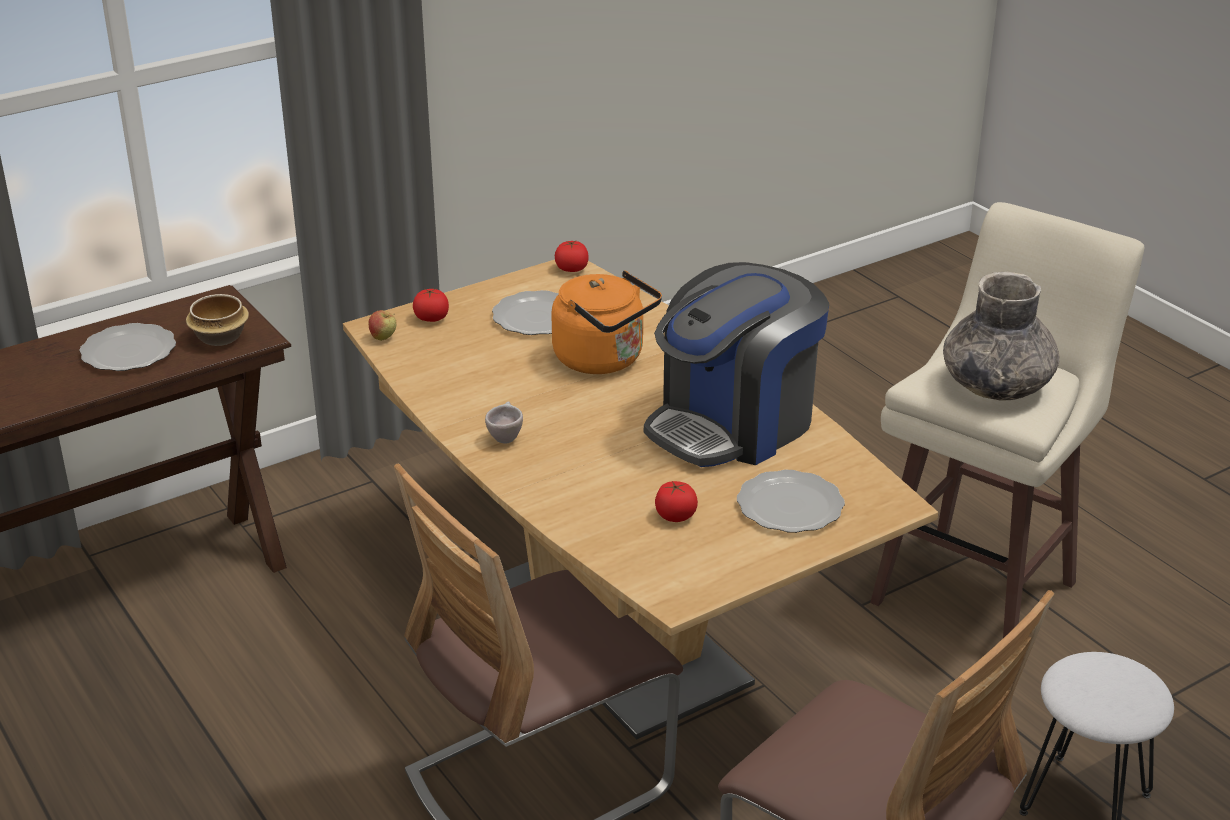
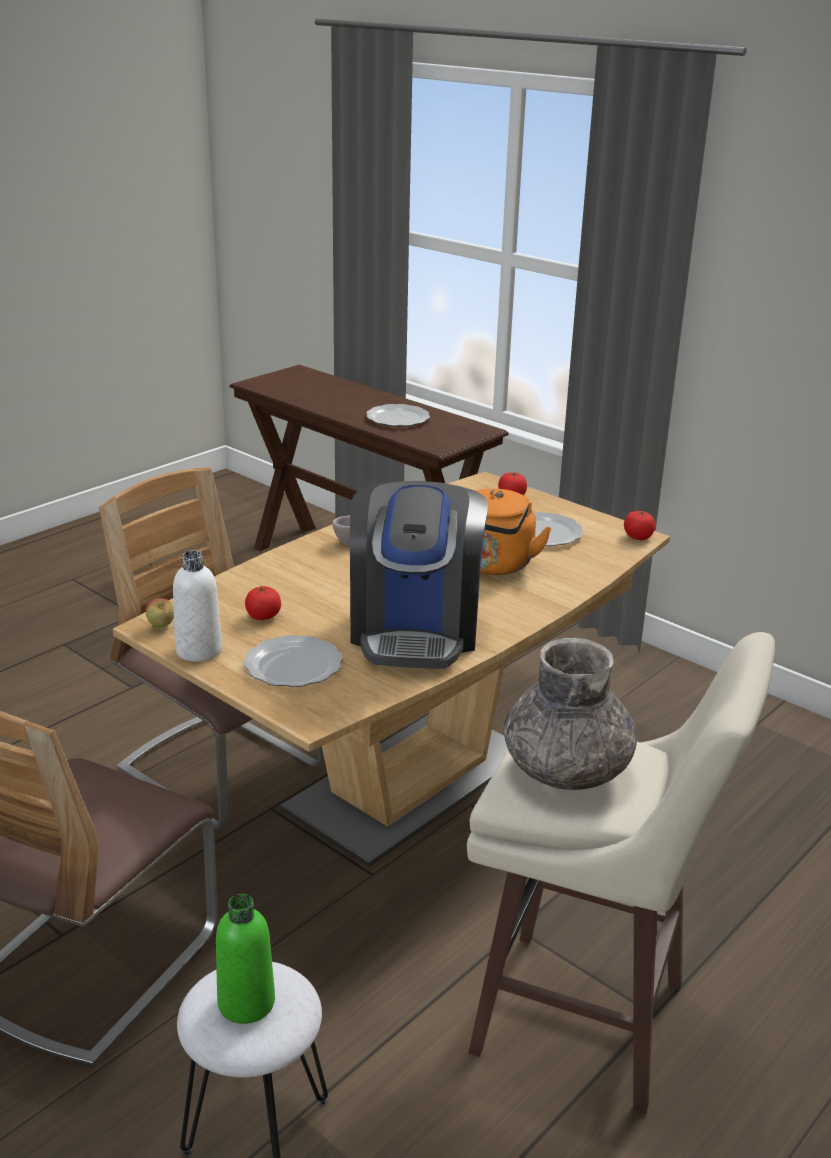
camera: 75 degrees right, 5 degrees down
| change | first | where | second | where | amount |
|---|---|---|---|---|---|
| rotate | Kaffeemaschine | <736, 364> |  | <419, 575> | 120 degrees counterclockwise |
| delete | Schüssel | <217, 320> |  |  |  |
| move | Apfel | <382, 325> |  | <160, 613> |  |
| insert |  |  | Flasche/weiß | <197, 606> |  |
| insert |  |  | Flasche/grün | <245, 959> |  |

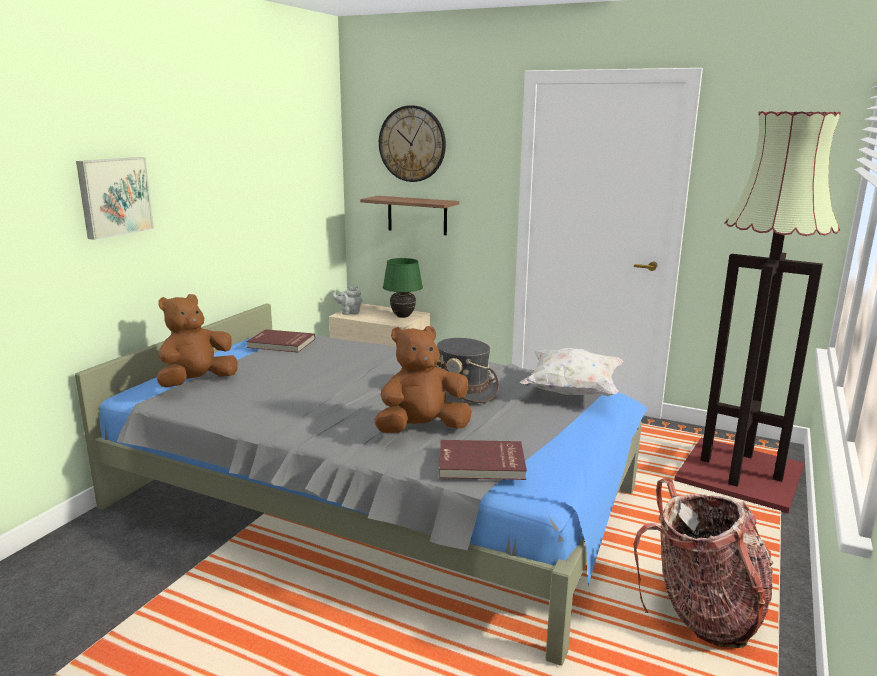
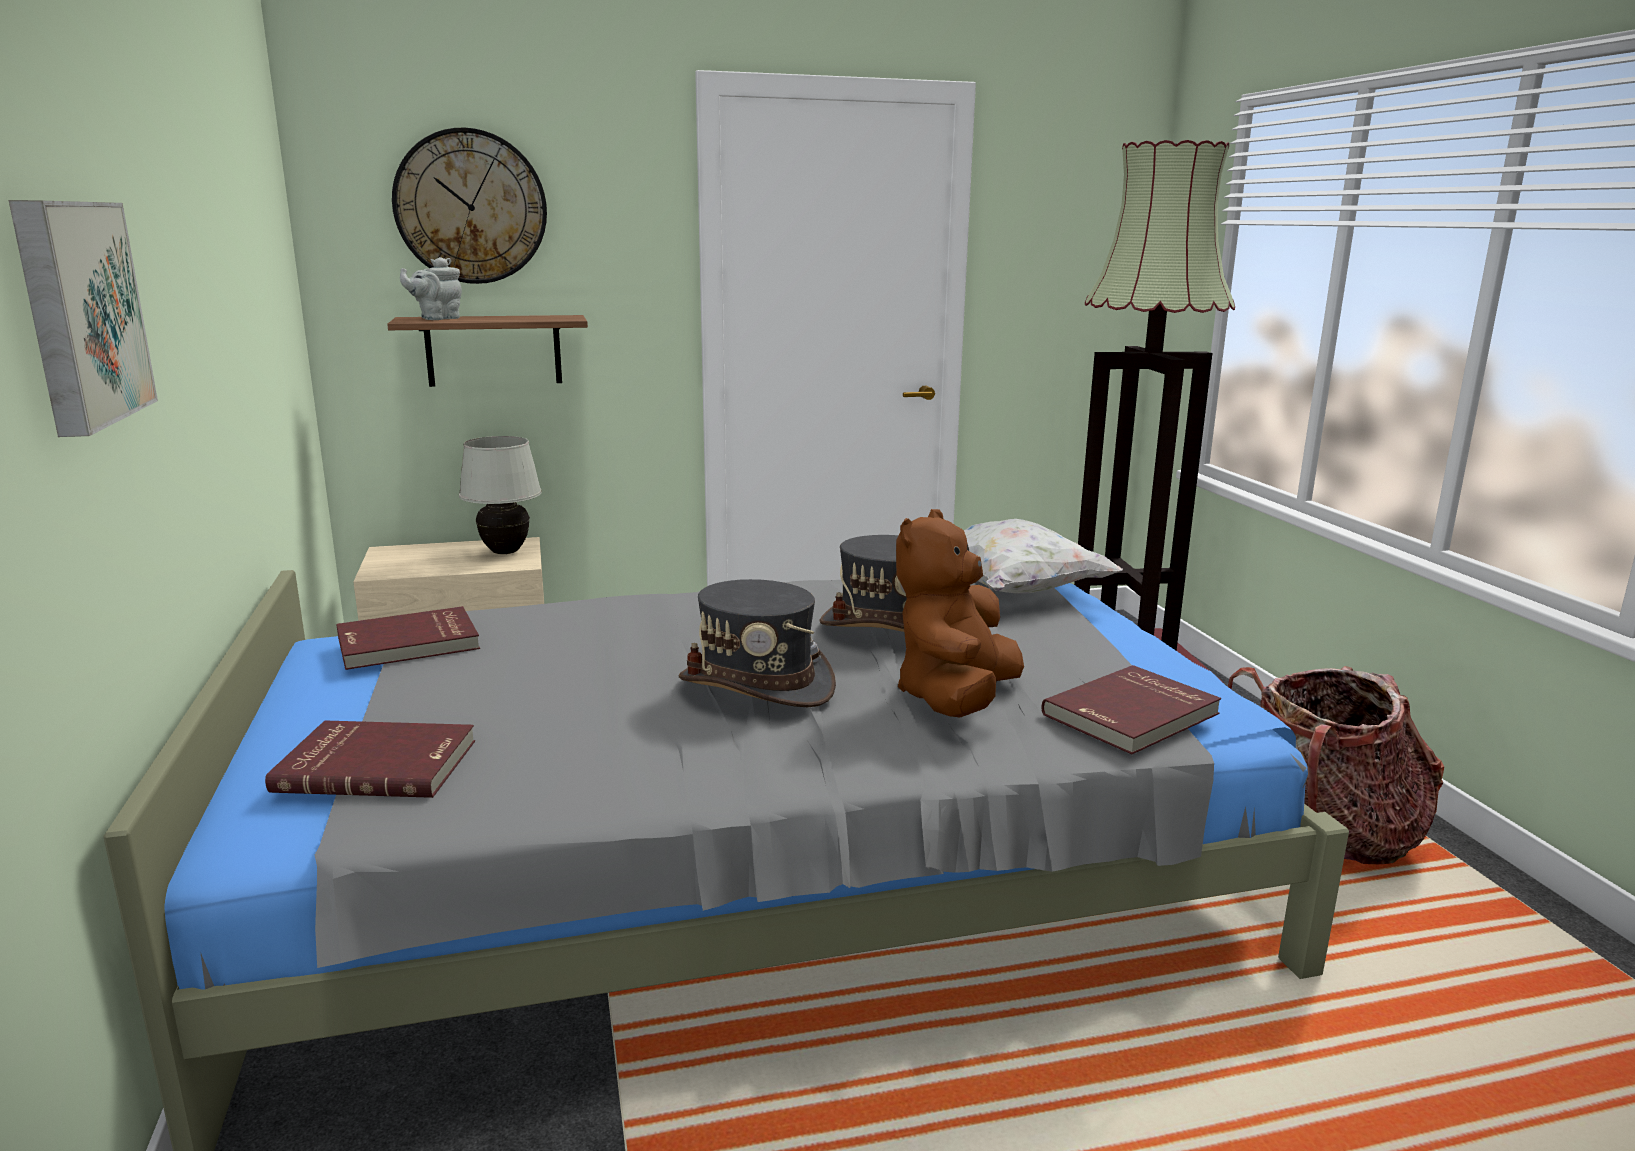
camera: 40 degrees left, 0 degrees up
| change | first | where | second | where | amount |
|---|---|---|---|---|---|
| recolor | Tischlampe/grün | <403, 288> | Tischlampe/weiß | <500, 495> |  |
| move | Teekanne/grau | <347, 300> |  | <431, 288> |  |
| replace | Plüschtier/braun | <197, 340> | Buch/rot | <370, 759> |  |
| insert |  |  | Hut/grau | <757, 643> |  |

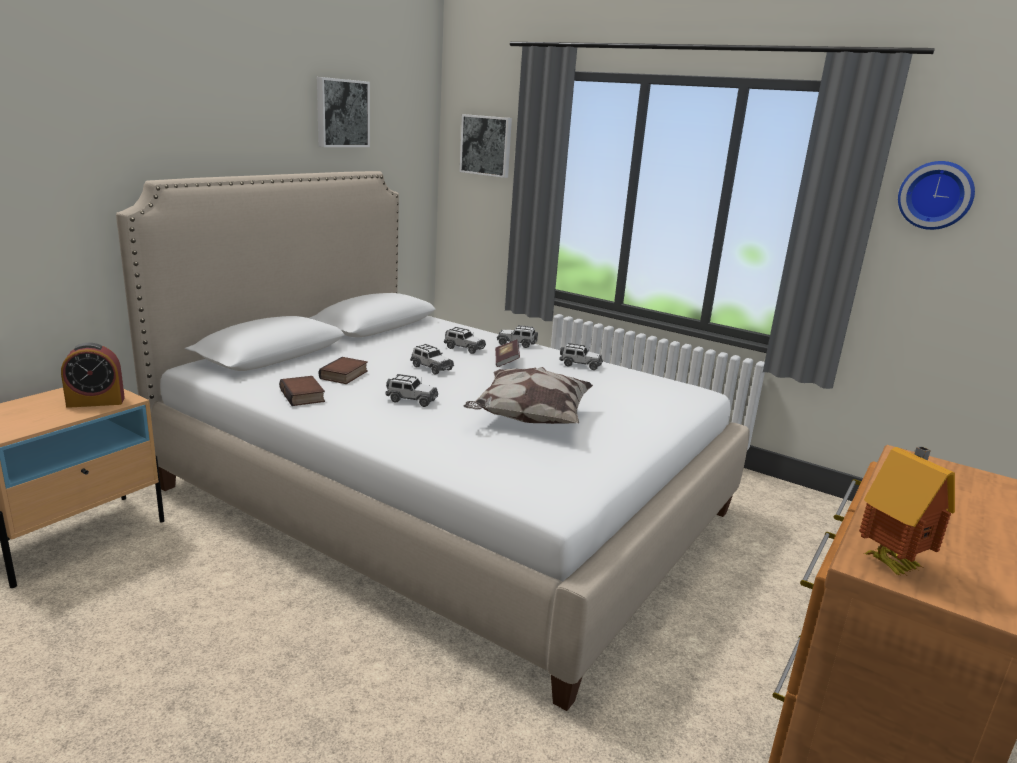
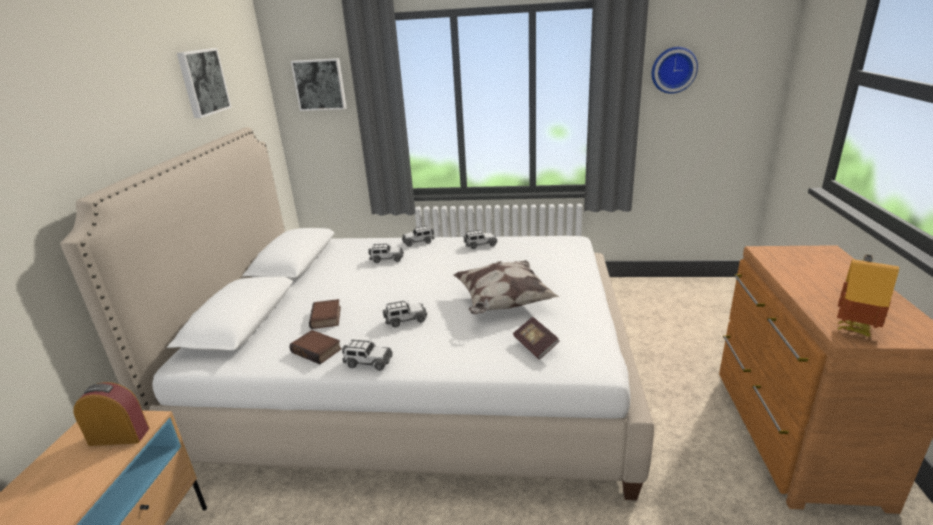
camera: 25 degrees left, 5 degrees up
| change | first | where | second | where | amount |
|---|---|---|---|---|---|
| move | Buch | <507, 353> |  | <536, 338> |  |
| rotate | Wecker | <93, 375> |  | <111, 414> | 135 degrees counterclockwise |
| move | Spielzeugauto | <432, 359> |  | <367, 355> |  |

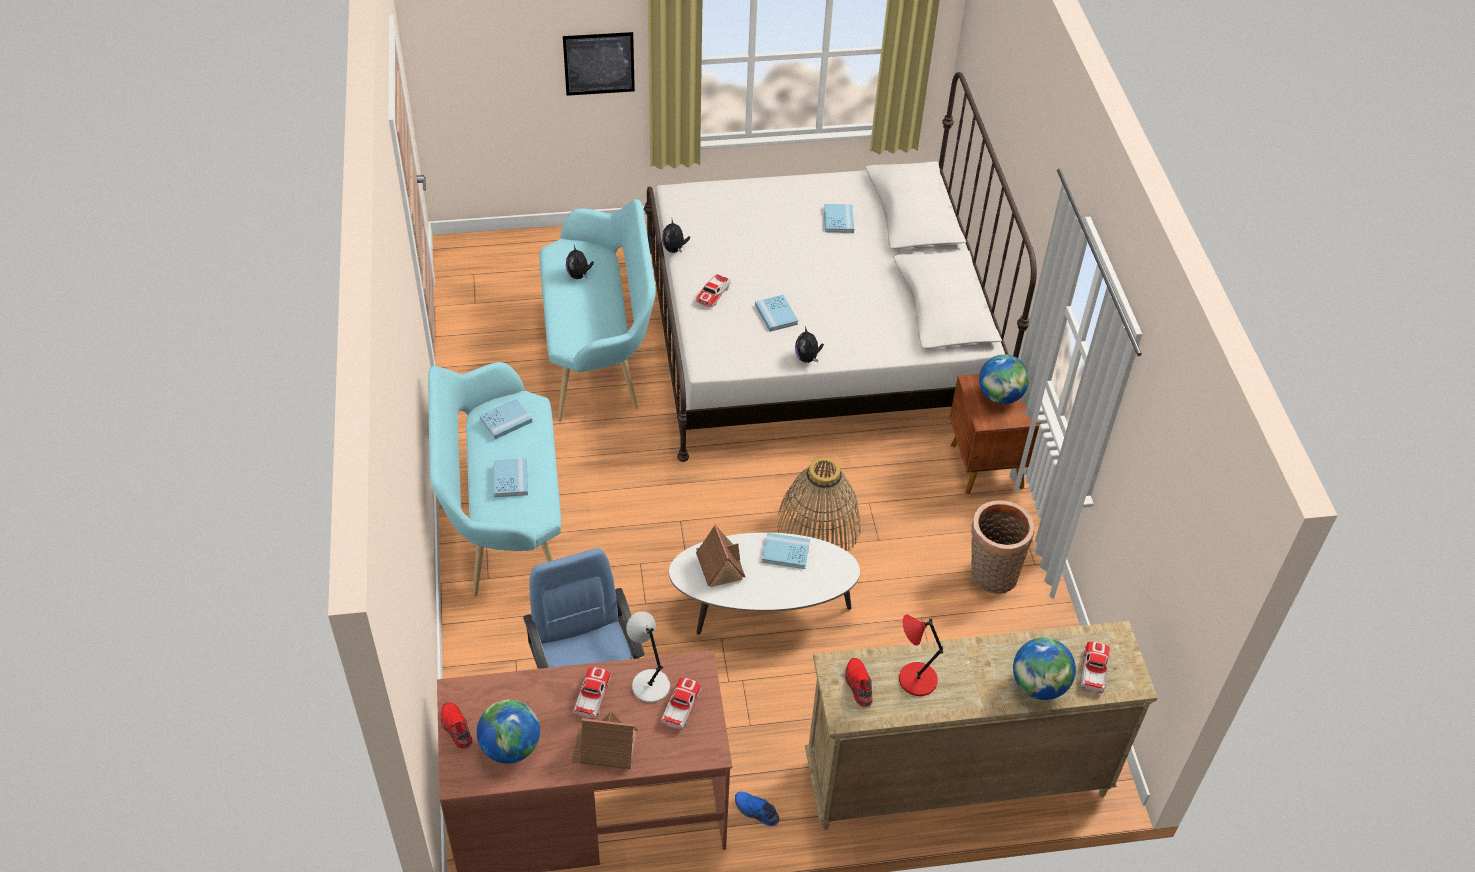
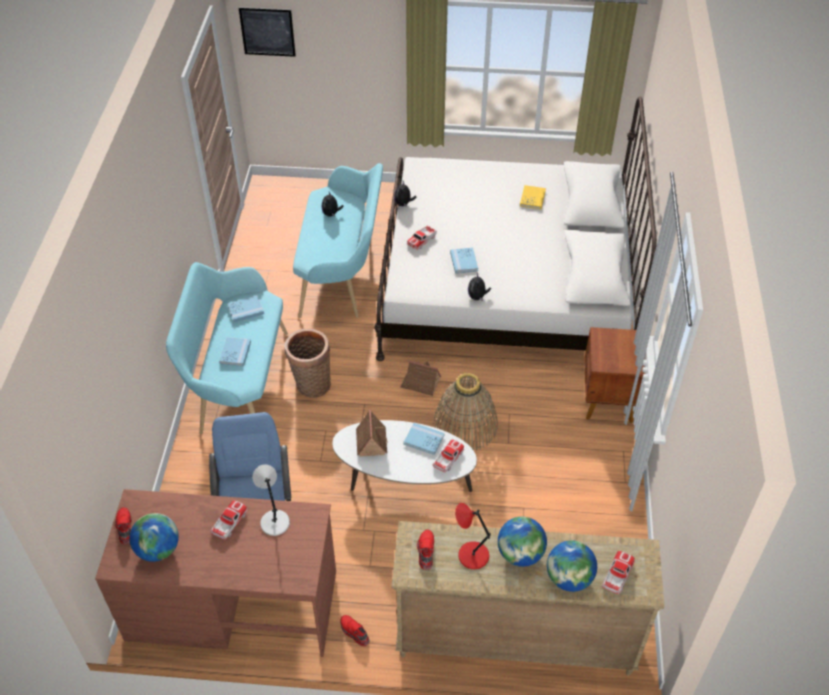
camera: 15 degrees right, 0 degrees up
| change | first | where | second | where | amount |
|---|---|---|---|---|---|
| move | Bild | <599, 64> |  | <267, 32> |  |
| recolor | Buch/blau | <839, 218> | Buch/gelb | <533, 197> |  |
| move | Globus | <1004, 379> |  | <522, 542> |  |
| move | Korb | <1002, 547> |  | <307, 363> |  |
| move | Spielzeugauto | <681, 703> |  | <448, 455> |  |
| move | Spielzeughaus | <604, 740> |  | <420, 378> |  |
| recolor | Schuh/blau | <757, 809> | Schuh/rot | <355, 630> |  |

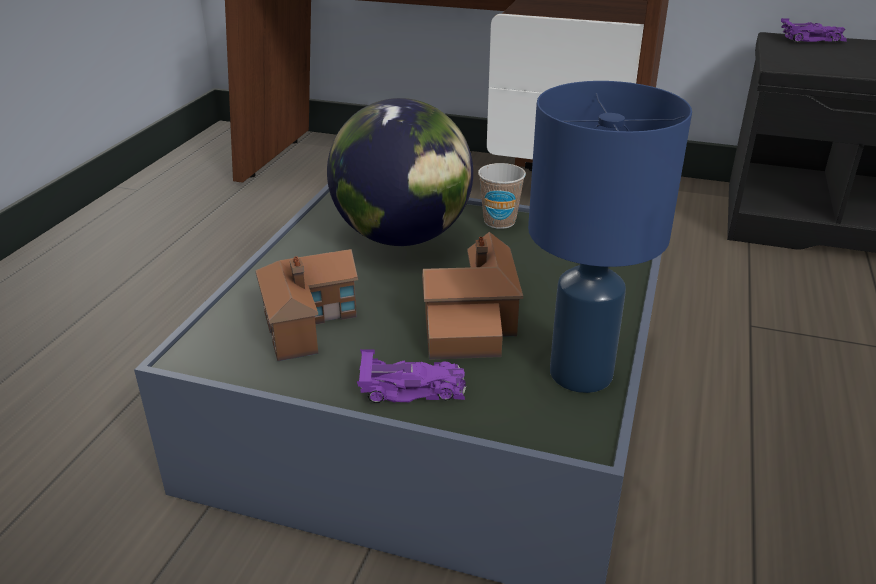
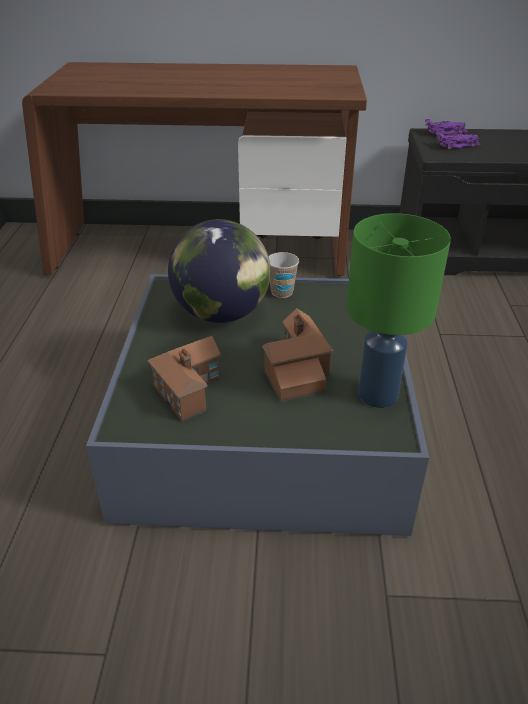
camera: 15 degrees left, 5 degrees up
| change | first | where | second | where | amount |
|---|---|---|---|---|---|
| recolor | Tischlampe/blau | <610, 237> | Tischlampe/grün | <398, 310> |  |
| move | Spielzeugauto/lila | <411, 376> |  | <458, 140> |  |

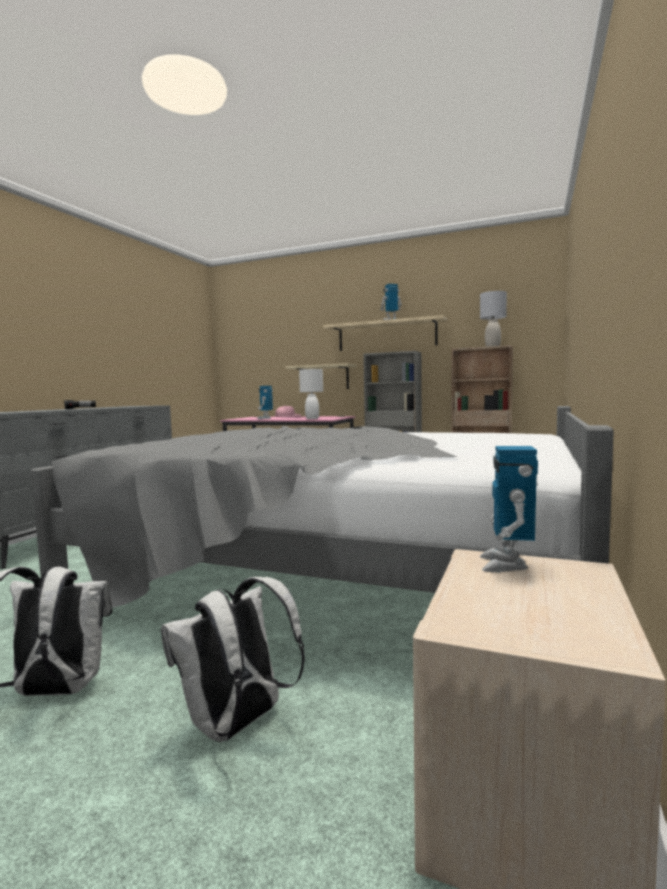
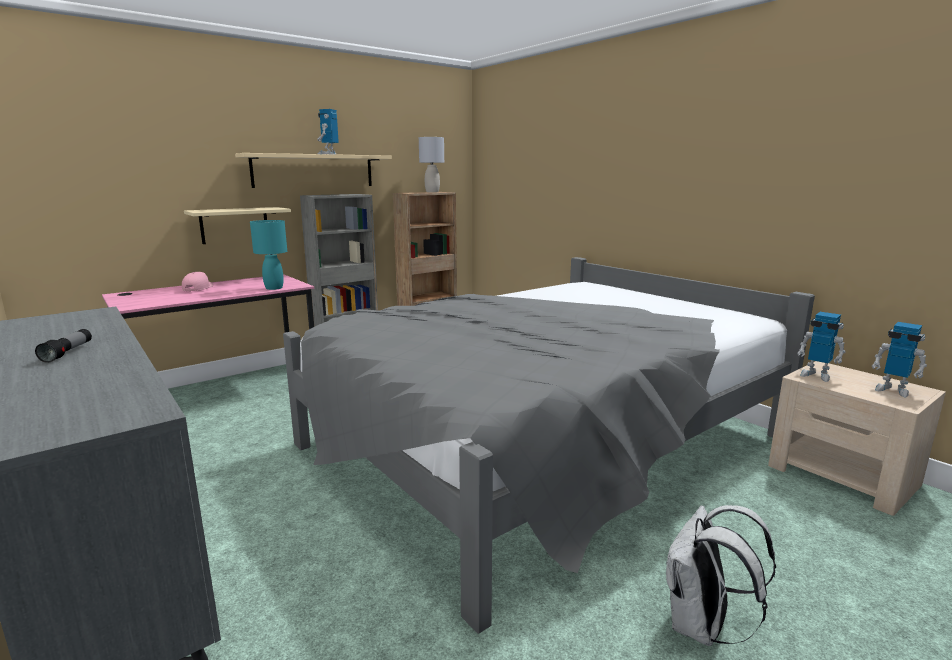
camera: 60 degrees left, 10 degrees up
| change | first | where | second | where | amount |
|---|---|---|---|---|---|
| recolor | Tischlampe/weiß | <311, 394> | Tischlampe/türkis | <268, 255> |  |
| move | Spielzeugroboter | <265, 402> |  | <899, 359> |  |
| delete | Rucksack/weiß | <233, 659> |  |  |  |

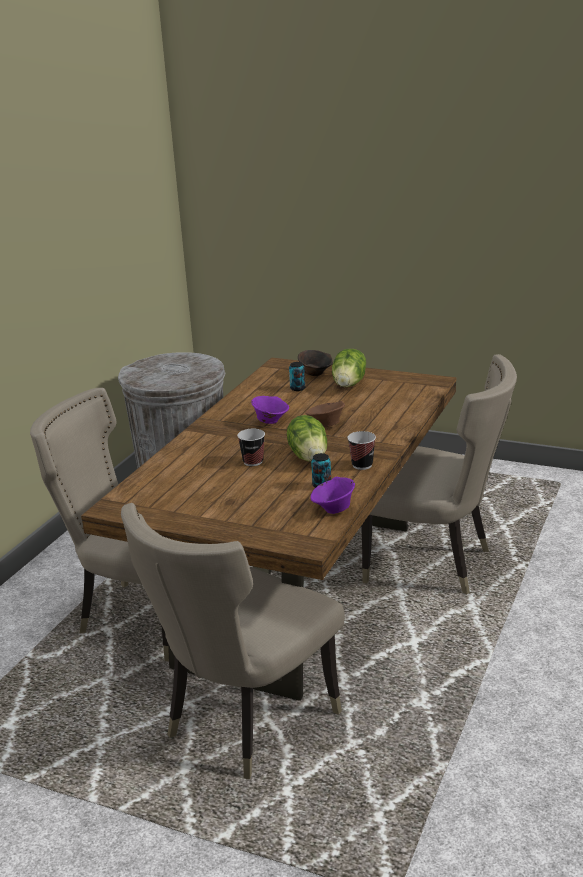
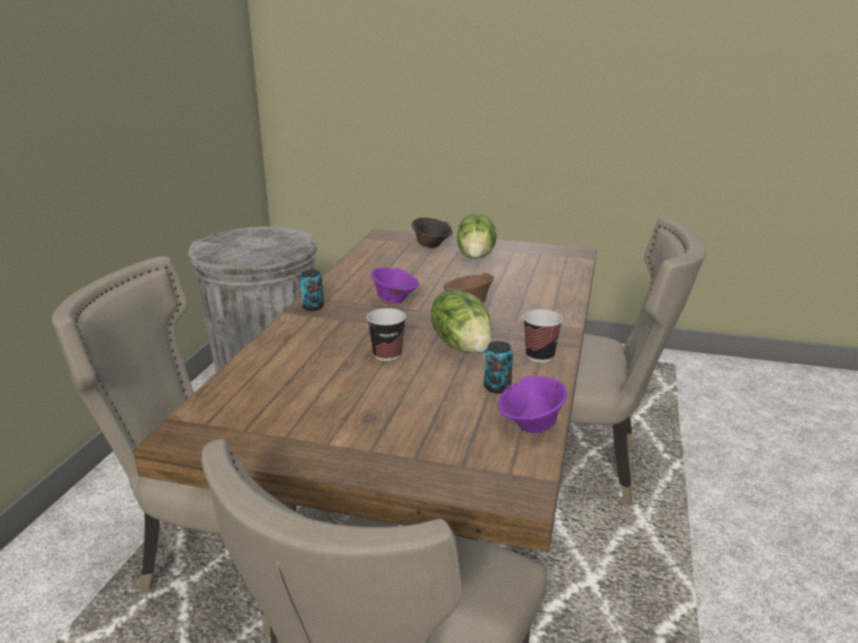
camera: 10 degrees left, 0 degrees up
| change | first | where | second | where | amount |
|---|---|---|---|---|---|
| move | Dose | <297, 376> |  | <312, 290> |  |

